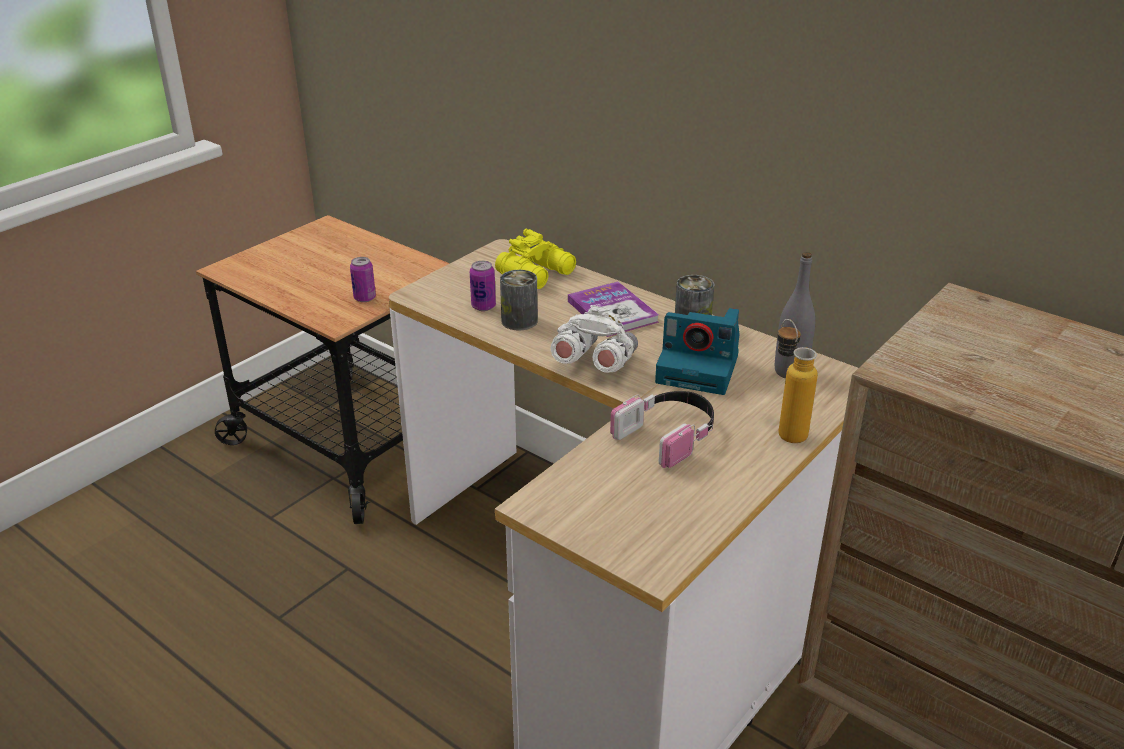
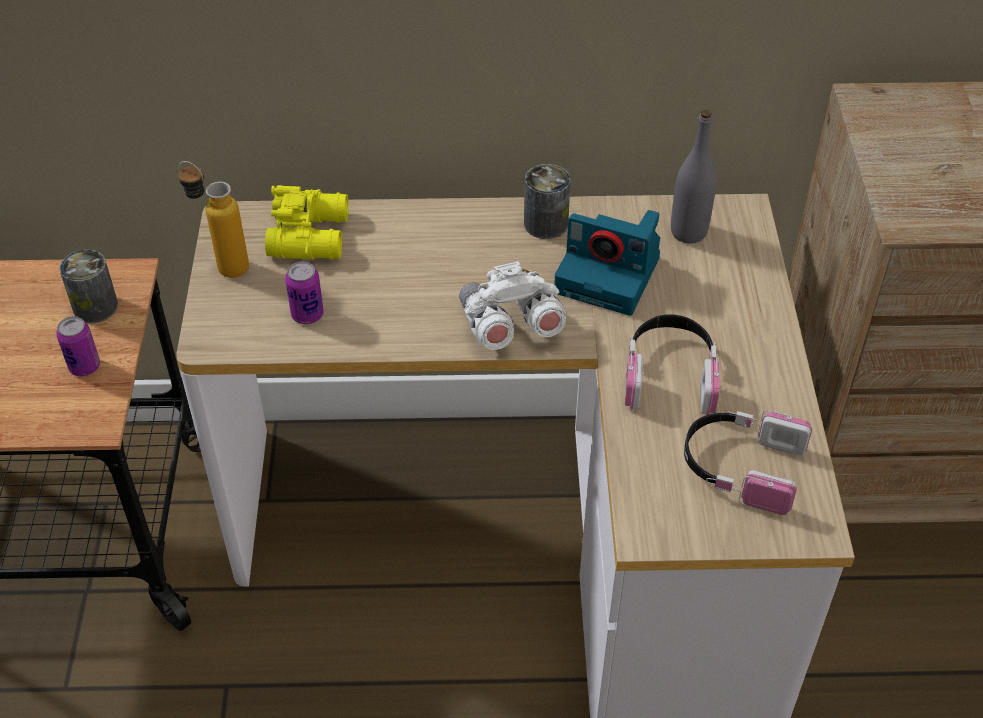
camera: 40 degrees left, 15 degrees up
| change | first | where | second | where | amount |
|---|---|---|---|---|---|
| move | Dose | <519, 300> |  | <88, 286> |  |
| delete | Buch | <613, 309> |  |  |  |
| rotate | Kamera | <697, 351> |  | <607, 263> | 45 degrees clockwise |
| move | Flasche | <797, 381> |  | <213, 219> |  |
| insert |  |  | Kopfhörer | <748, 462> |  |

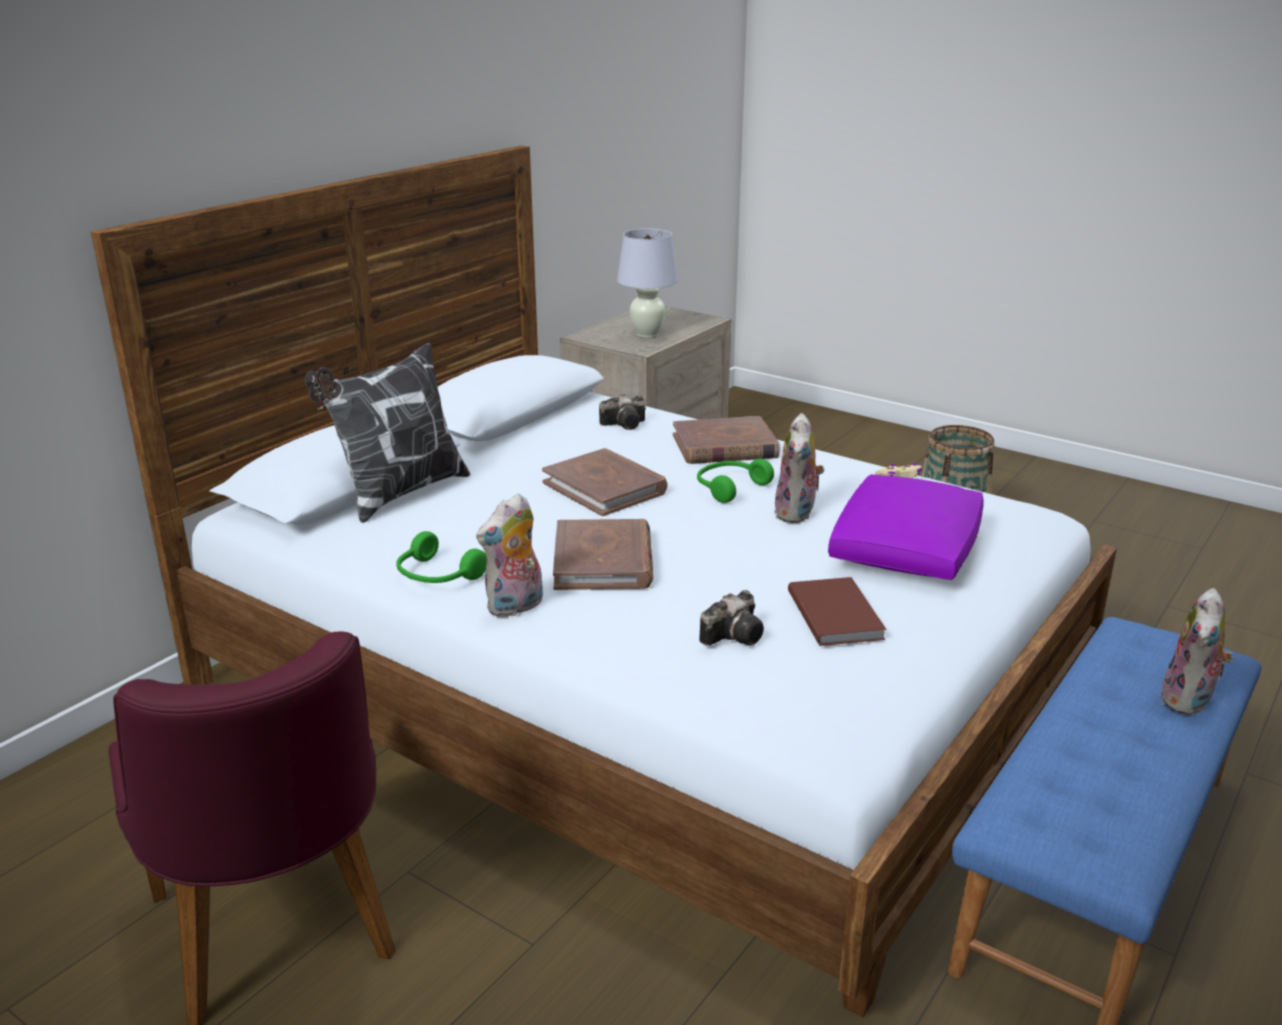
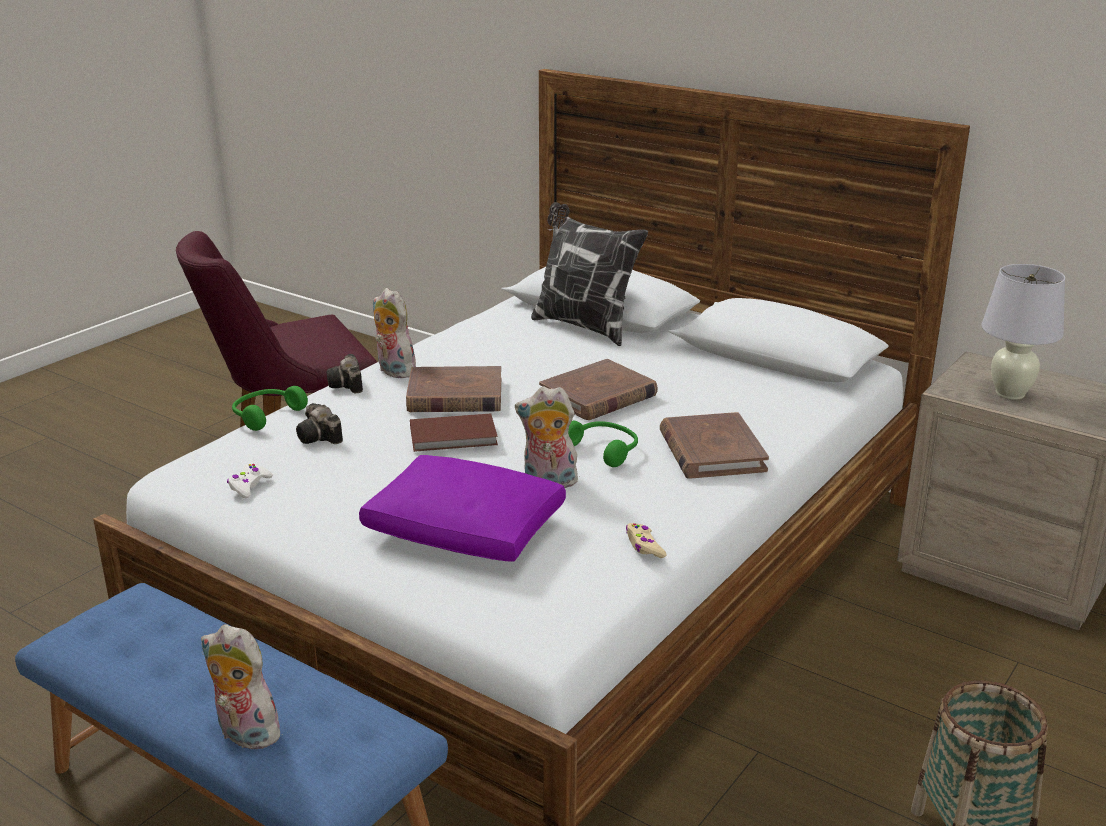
camera: 90 degrees right, 0 degrees up
| change | first | where | second | where | amount |
|---|---|---|---|---|---|
| move | Kamera | <622, 412> |  | <345, 373> |  |
| move | Kopfhörer/grün | <441, 557> |  | <270, 408> |  |
| move | Buch/braun | <837, 611> |  | <454, 432> |  |
| insert |  |  | Gamepad/weiß | <250, 480> |  |

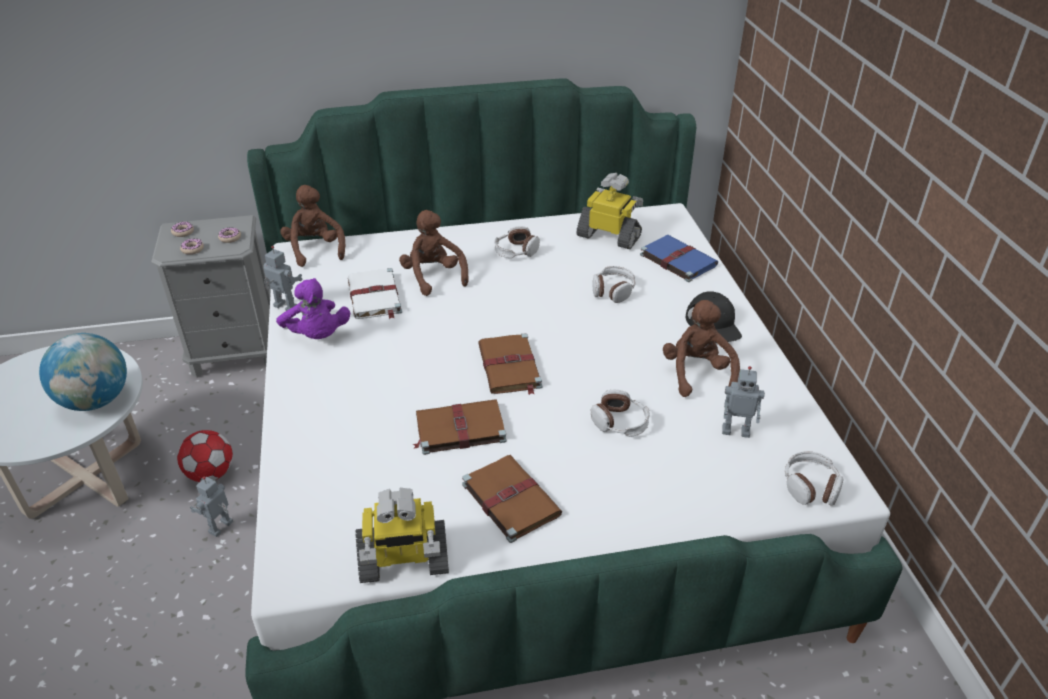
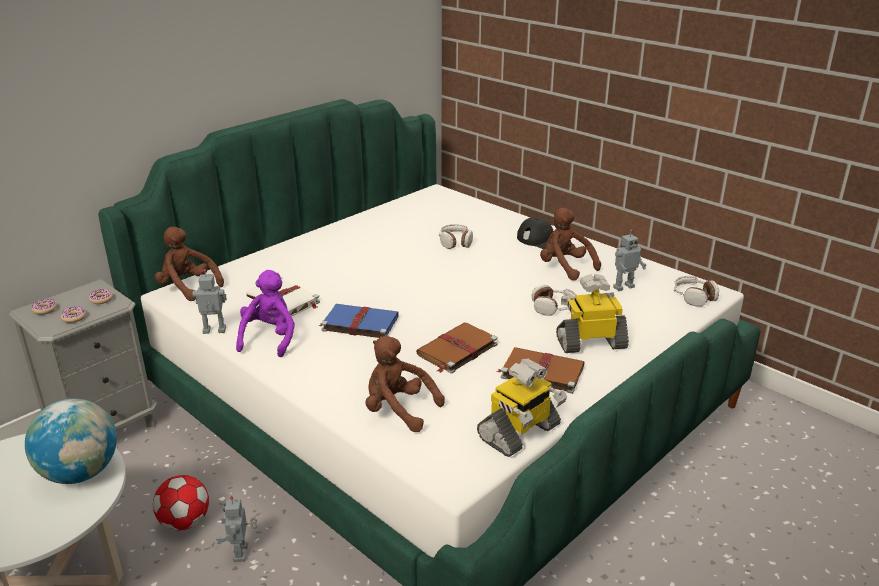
camera: 35 degrees left, 10 degrees down
| change | first | where | second | where | amount |
|---|---|---|---|---|---|
| move | Spielzeugroboter | <609, 211> |  | <592, 313> |  |
| move | Plüschtier/braun | <434, 253> |  | <405, 384> |  |
| delete | Kopfhörer | <517, 242> |  |  |  |
| move | Buch/blau | <679, 258> |  | <359, 321> |  |
| rotate | Plüschtier/lila | <313, 308> |  | <265, 313> | 105 degrees counterclockwise |
| delete | Buch/braun | <510, 364> |  |  |  |

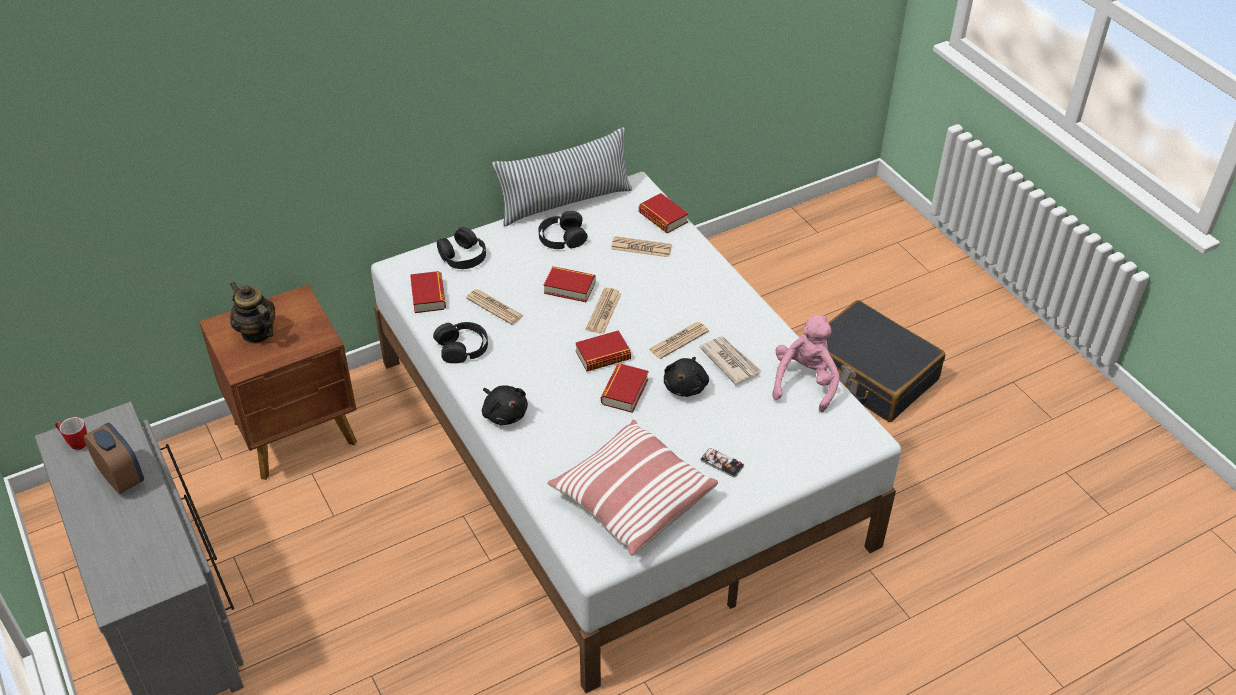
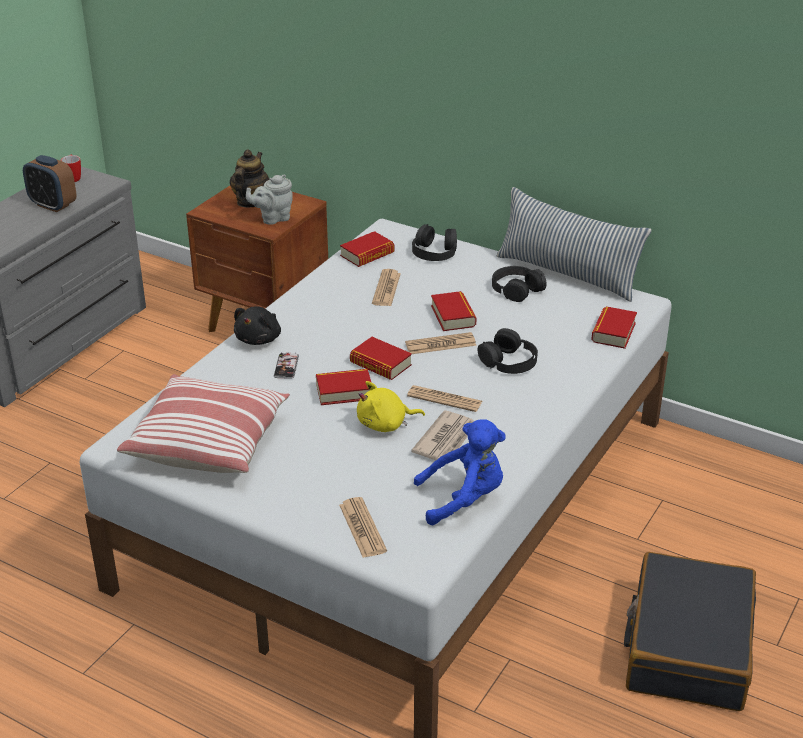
camera: 60 degrees right, 10 degrees down
| change | first | where | second | where | amount |
|---|---|---|---|---|---|
| move | Zeitung | <641, 246> |  | <363, 527> |  |
| recolor | Plüschtier/rosa | <806, 363> | Plüschtier/blau | <460, 472> |  |
| move | Kopfhörer/schwarz | <460, 343> |  | <508, 351> |  |
| recolor | Plüschtier/schwarz | <686, 377> | Plüschtier/gelb | <391, 406> |  |
| rotate | Wecker | <113, 458> |  | <50, 183> | 105 degrees clockwise |
| move | Handy | <722, 462> |  | <286, 365> |  |
| insert |  |  | Teekanne/grau | <269, 200> |  |

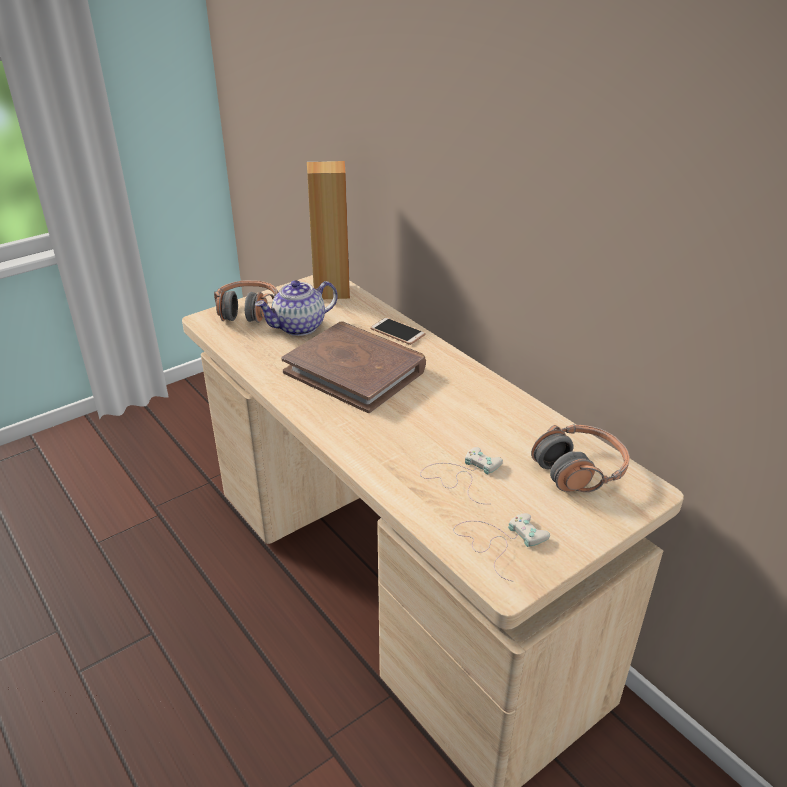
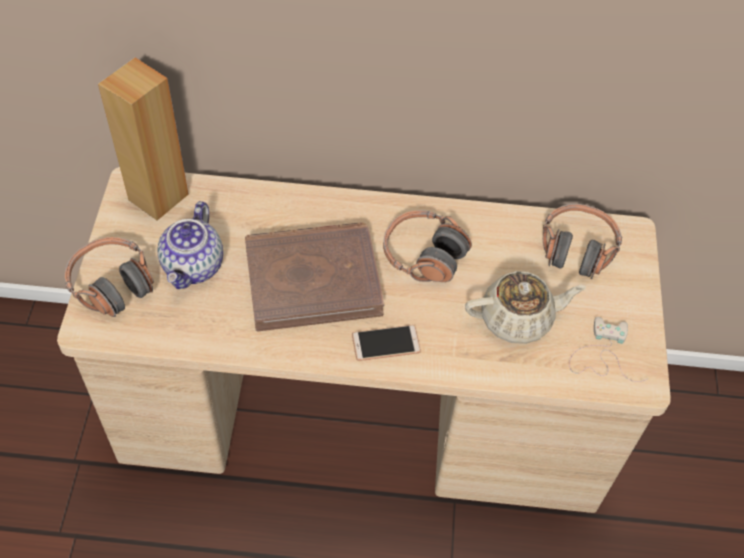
camera: 50 degrees left, 20 degrees up
| change | first | where | second | where | amount |
|---|---|---|---|---|---|
| move | Handy | <397, 331> |  | <386, 343> |  |
| replace | Gamepad/weiß | <461, 475> | Teekanne/beige | <525, 307> |  |
| insert |  |  | Kopfhörer | <427, 246> |  |

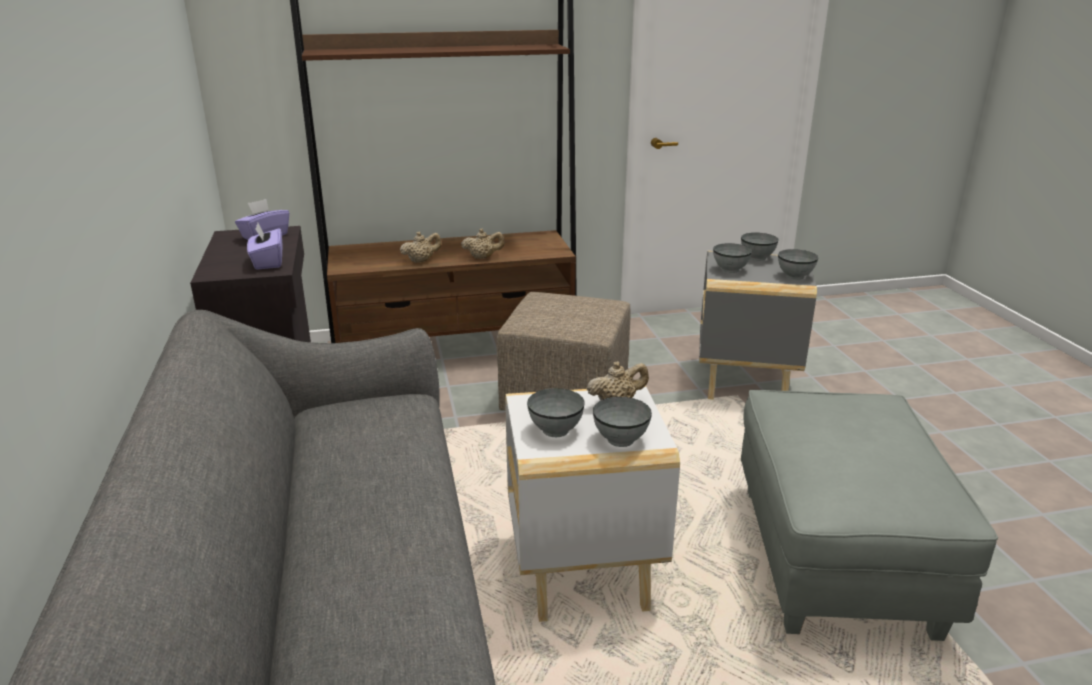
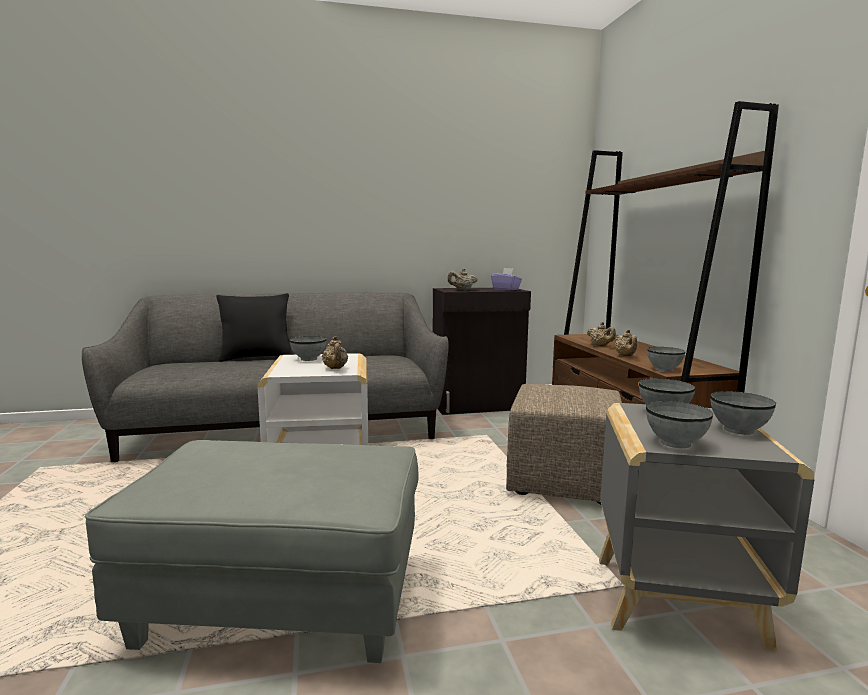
camera: 90 degrees right, 15 degrees down
| change | first | where | second | where | amount |
|---|---|---|---|---|---|
| replace | Taschentuchbox/lila | <265, 246> | Teekanne/beige | <462, 279> |  |
| move | Schüssel/grau | <622, 422> |  | <666, 359> |  |
| insert |  |  | Kissen/schwarz | <255, 327> |  |

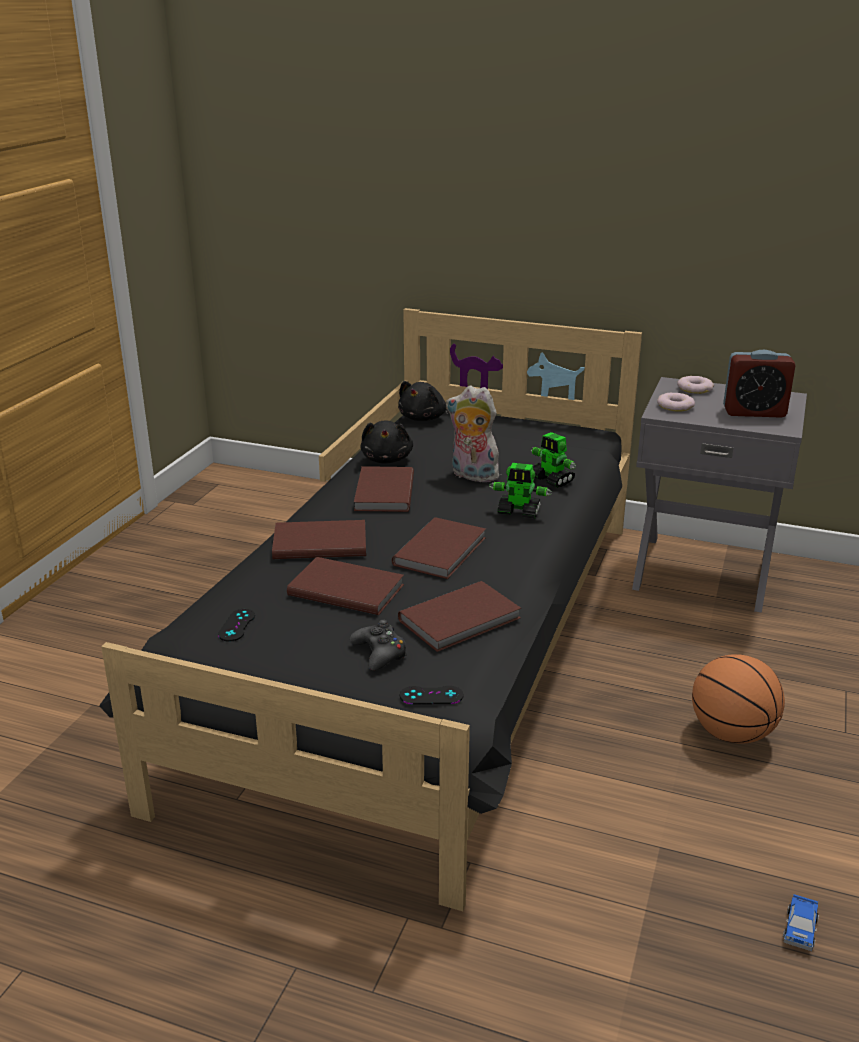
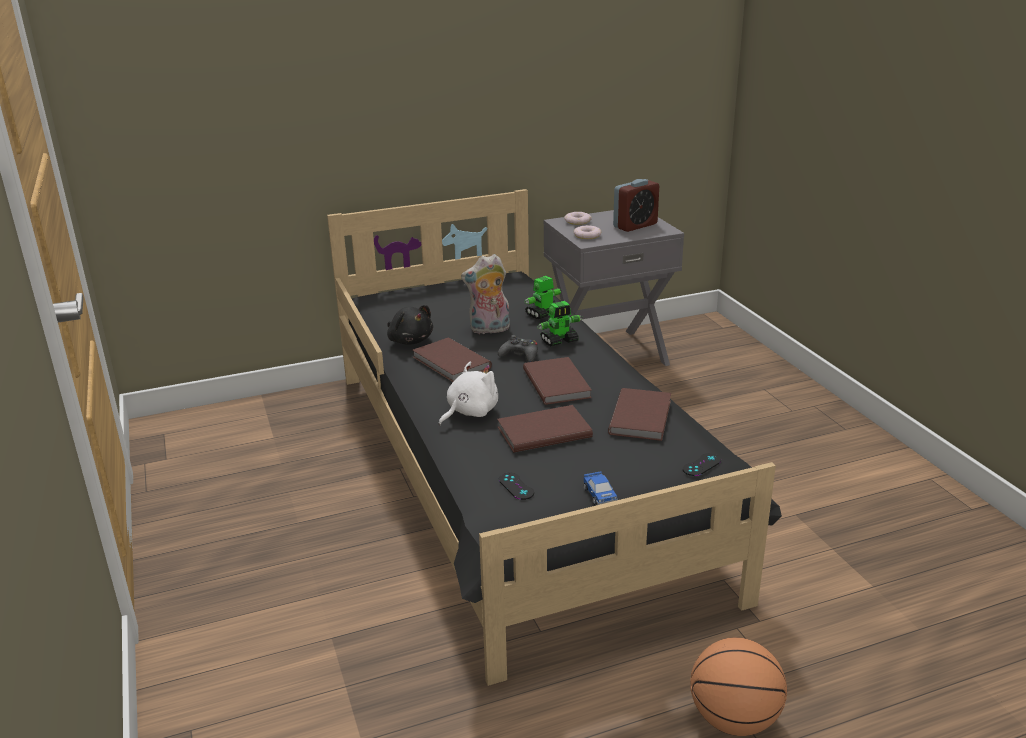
camera: 40 degrees left, 0 degrees up
| change | first | where | second | where | amount |
|---|---|---|---|---|---|
| delete | Plüschtier/schwarz | <422, 401> |  |  |  |
| rotate | Spielzeugroboter | <553, 460> |  | <543, 297> | 135 degrees clockwise |
| replace | Buch/braun | <319, 539> | Plüschtier/weiß | <468, 393> |  |
| move | Gamepad/schwarz | <378, 645> |  | <518, 348> |  |
| move | Basketball | <738, 699> |  | <738, 686> |  |
| move | Spielzeugauto | <801, 922> |  | <601, 488> |  |

